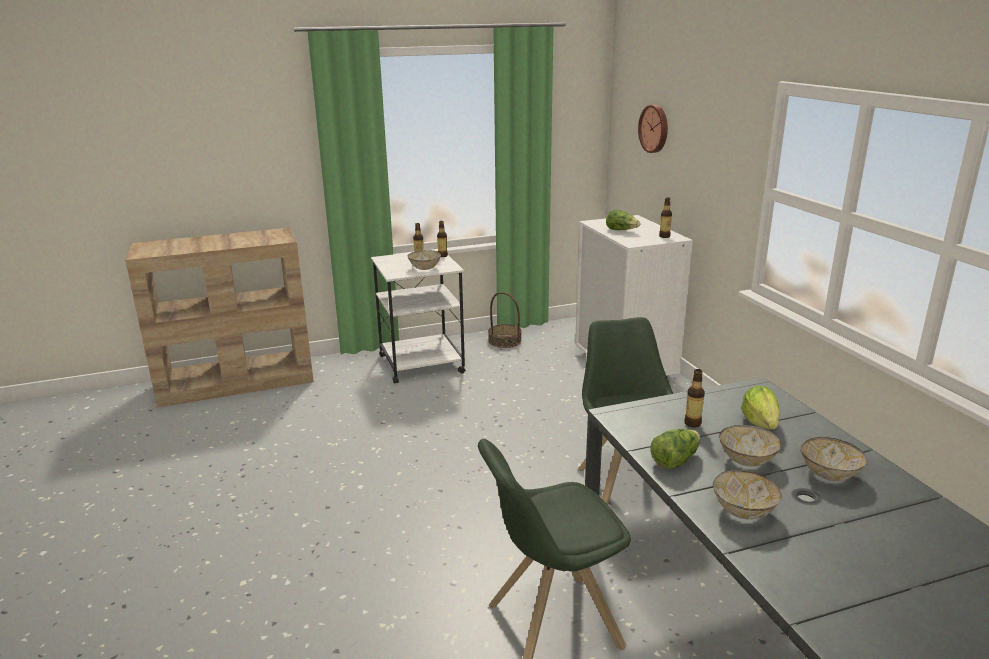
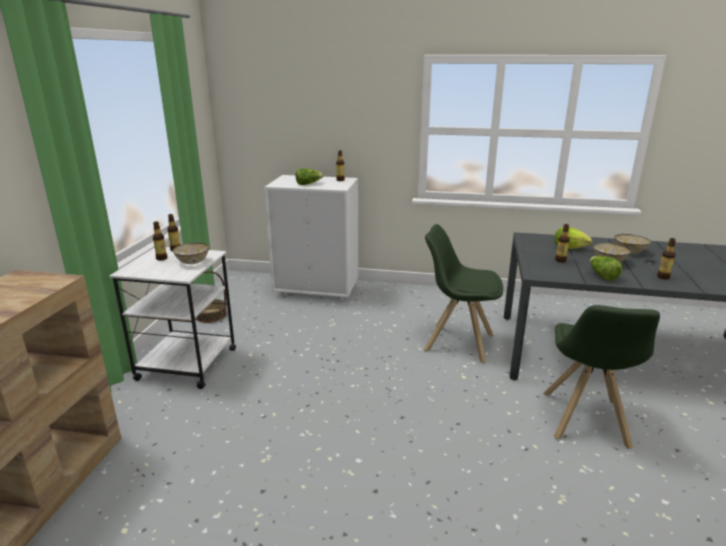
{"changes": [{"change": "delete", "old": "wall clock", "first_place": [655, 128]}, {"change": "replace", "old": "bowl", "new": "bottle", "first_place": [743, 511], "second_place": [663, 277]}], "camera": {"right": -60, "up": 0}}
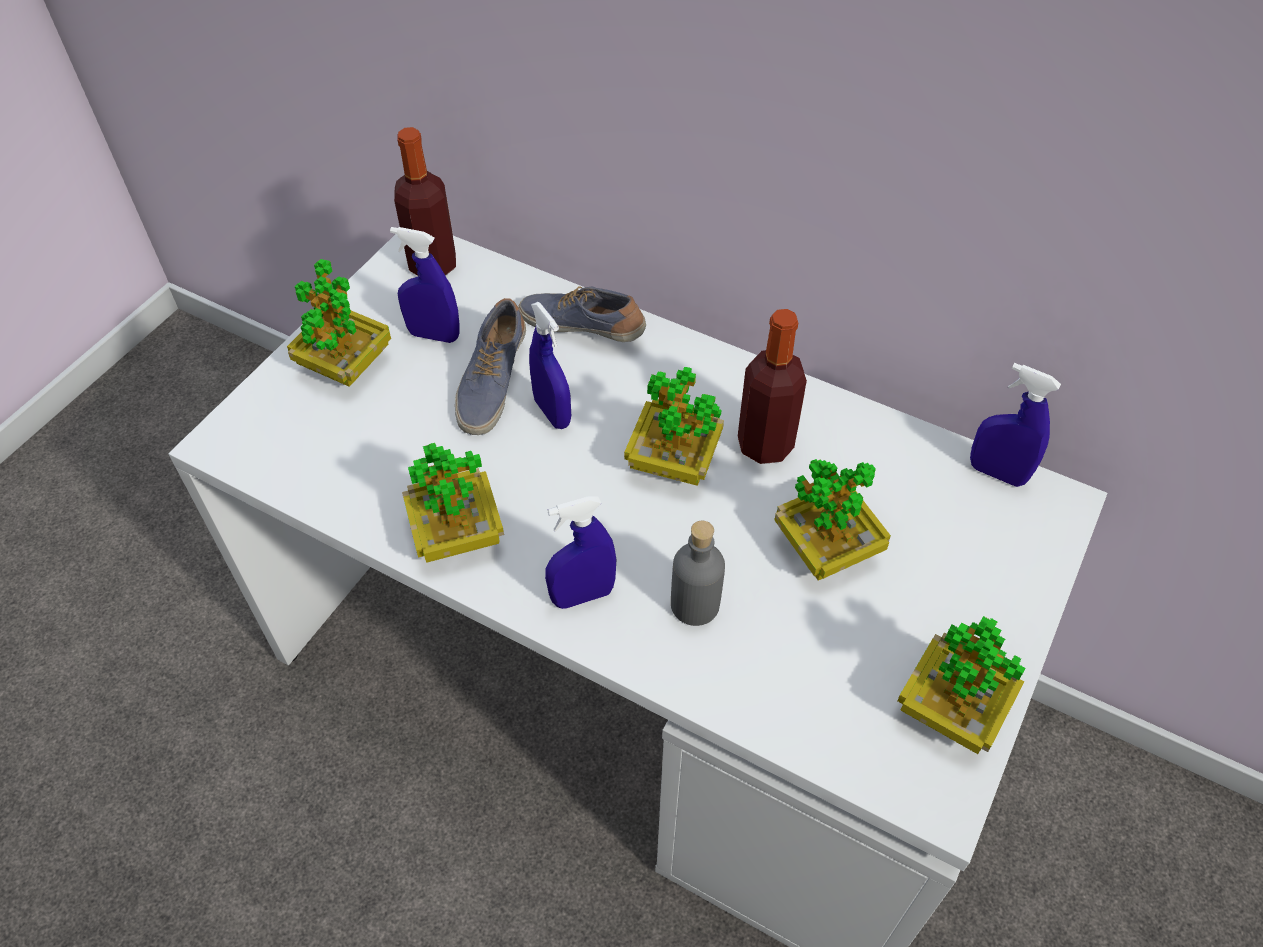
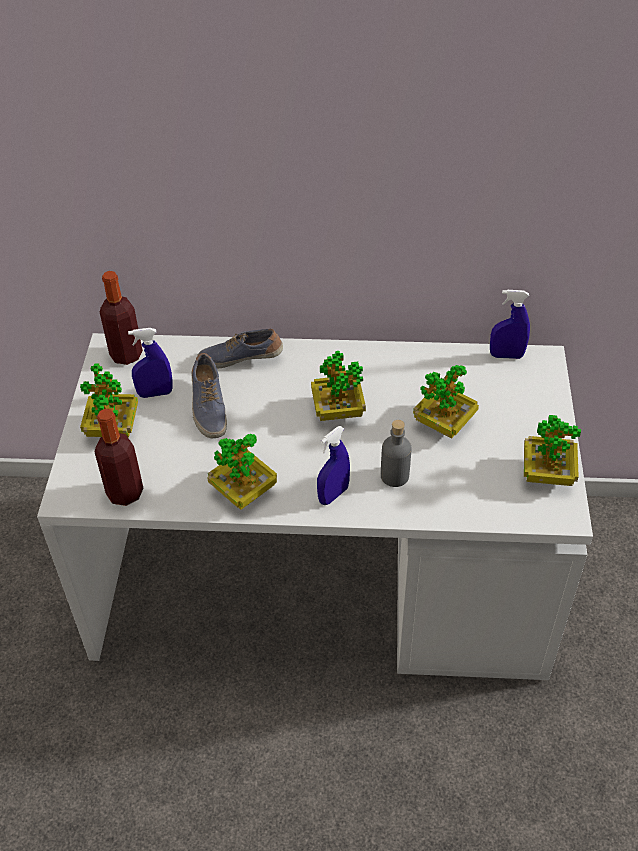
{"changes": [{"change": "delete", "old": "blue spray bottle", "first_place": [552, 413]}, {"change": "move", "old": "bottle", "first_place": [765, 445], "second_place": [125, 493]}], "camera": {"right": -25, "up": -5}}
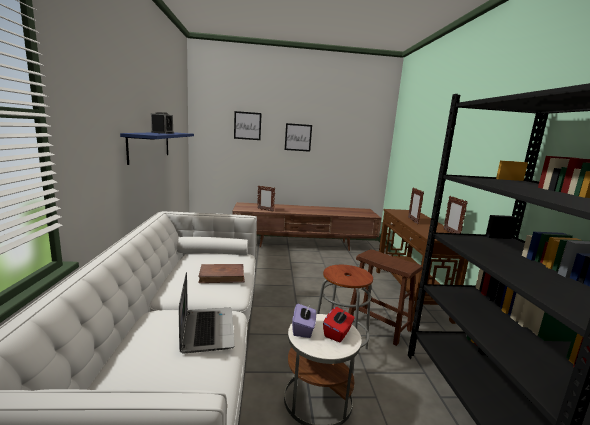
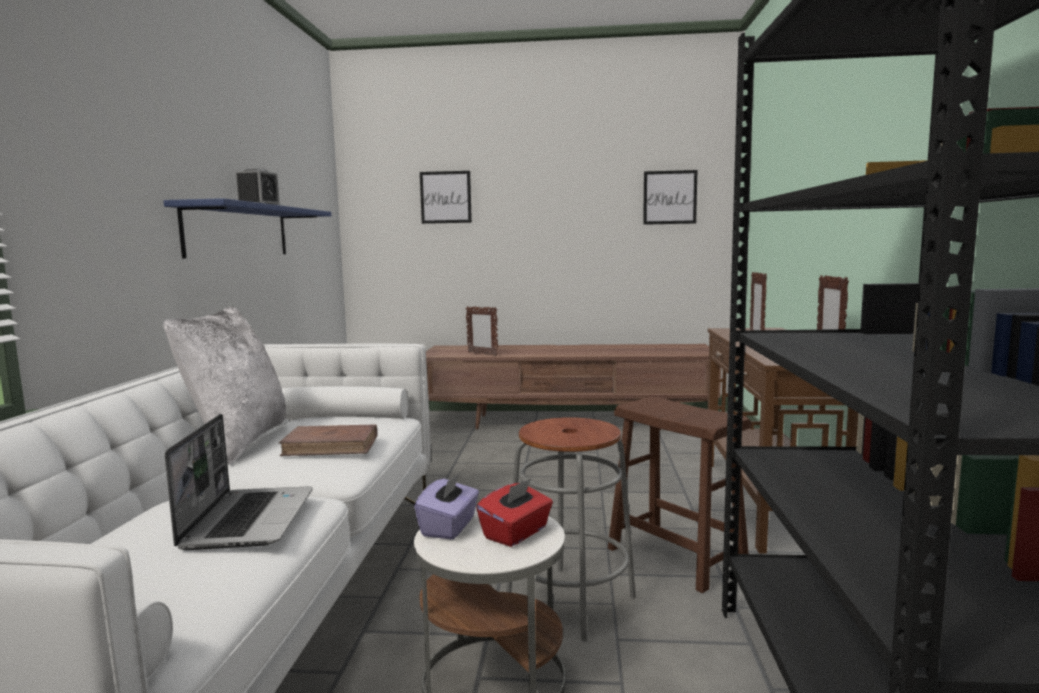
{"changes": [{"change": "move", "old": "picture", "first_place": [298, 137], "second_place": [670, 197]}, {"change": "insert", "new": "white pillow", "second_place": [240, 443]}], "camera": {"right": 10, "up": -5}}
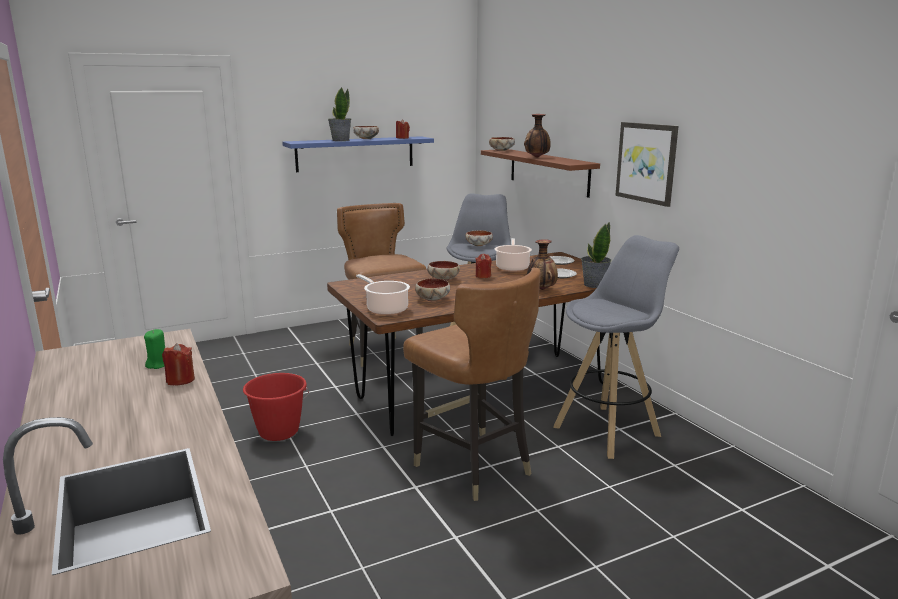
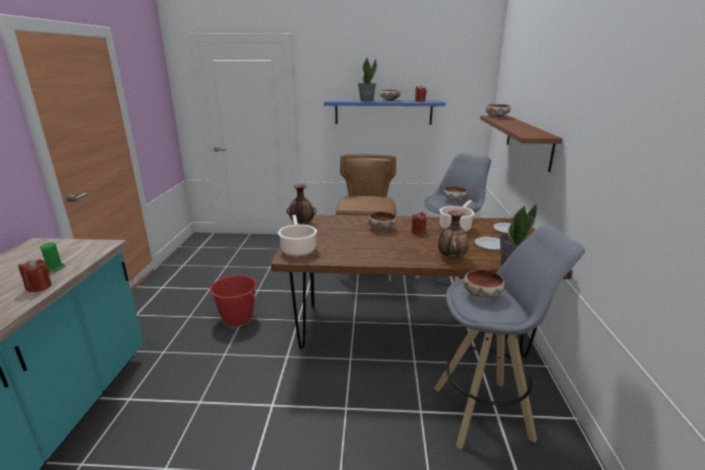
{"changes": [{"change": "move", "old": "vase", "first_place": [537, 157], "second_place": [302, 224]}, {"change": "delete", "old": "picture", "first_place": [646, 162]}, {"change": "delete", "old": "brown chair", "first_place": [472, 467]}, {"change": "move", "old": "bowl", "first_place": [432, 299], "second_place": [481, 294]}], "camera": {"right": 30, "up": 5}}
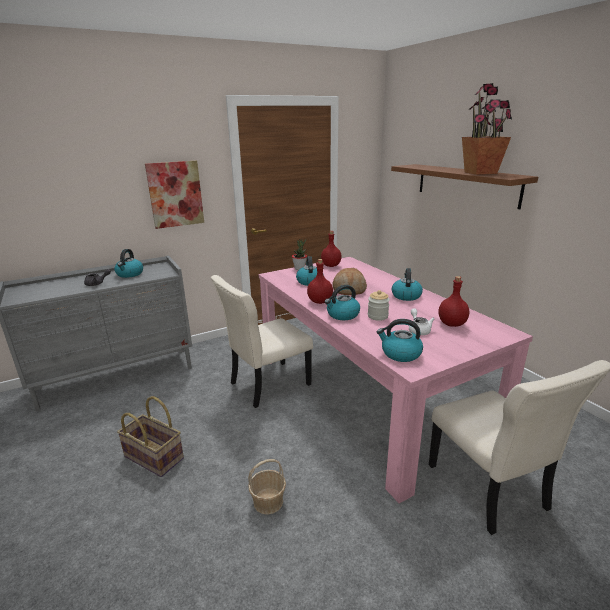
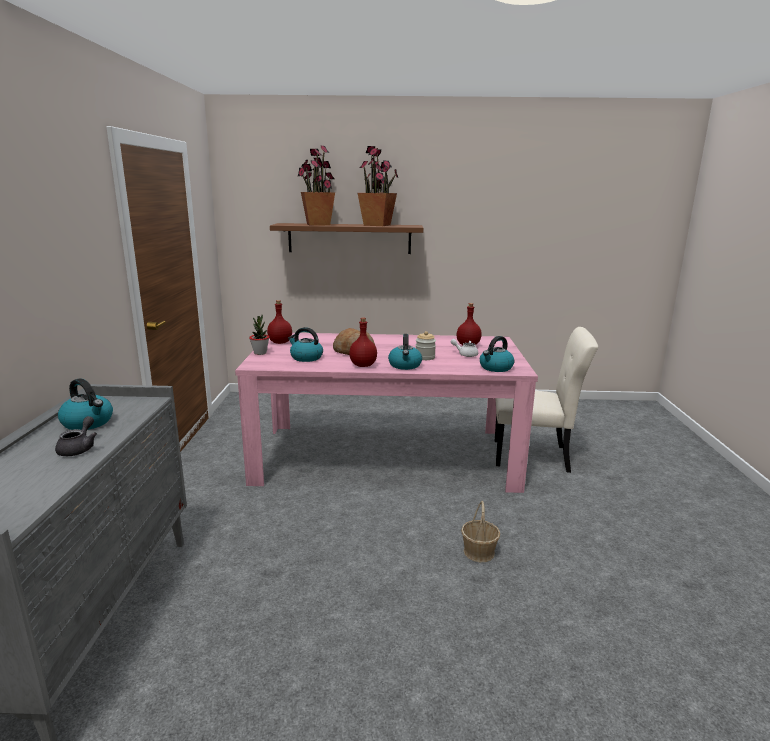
{"changes": [{"change": "delete", "old": "picture", "first_place": [175, 194]}, {"change": "delete", "old": "kettle", "first_place": [406, 295]}, {"change": "delete", "old": "beige chair", "first_place": [267, 385]}, {"change": "delete", "old": "basket", "first_place": [155, 457]}, {"change": "insert", "new": "potted plant", "second_place": [318, 224]}], "camera": {"right": -60, "up": -5}}
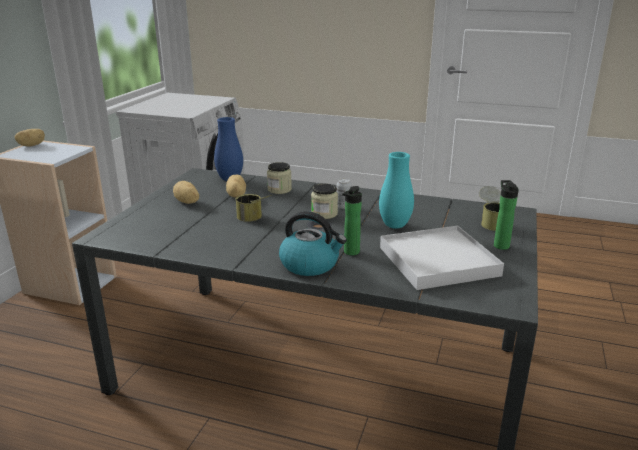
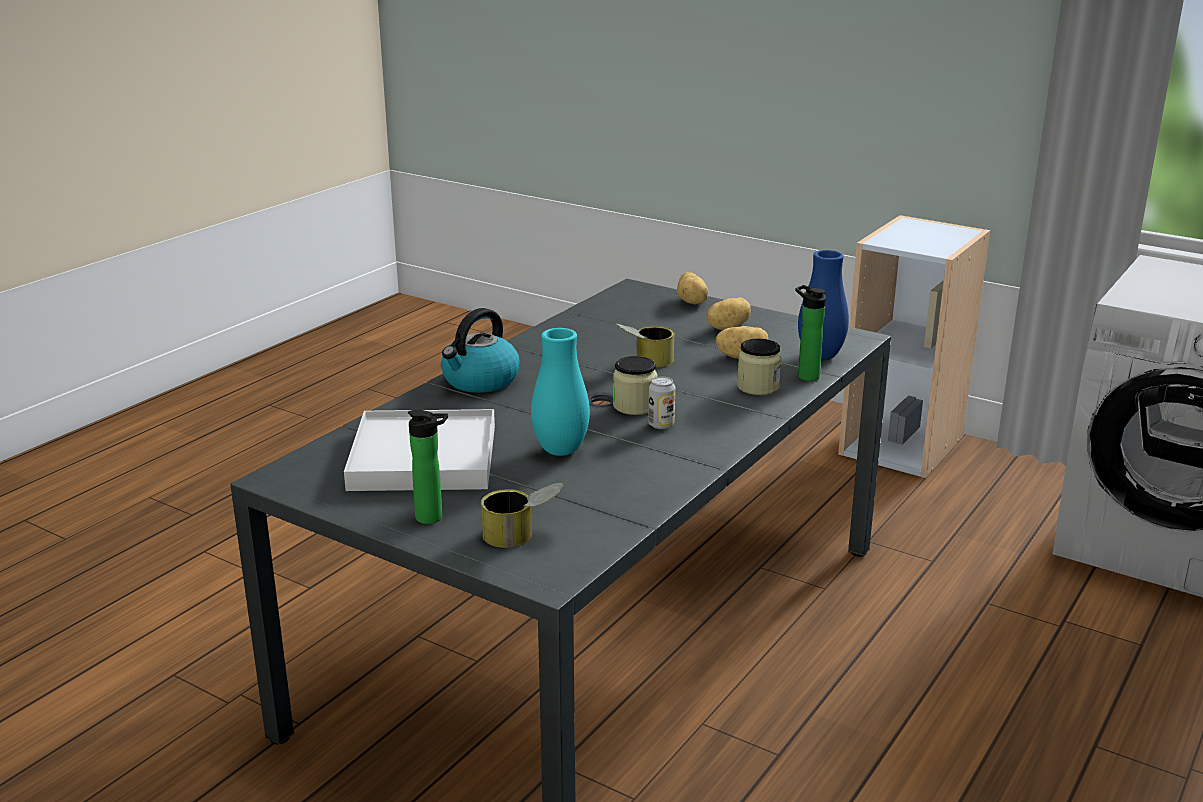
{"changes": [{"change": "move", "old": "potato", "first_place": [32, 145], "second_place": [692, 302]}, {"change": "move", "old": "bottle", "first_place": [350, 253], "second_place": [805, 376]}], "camera": {"right": 105, "up": 0}}
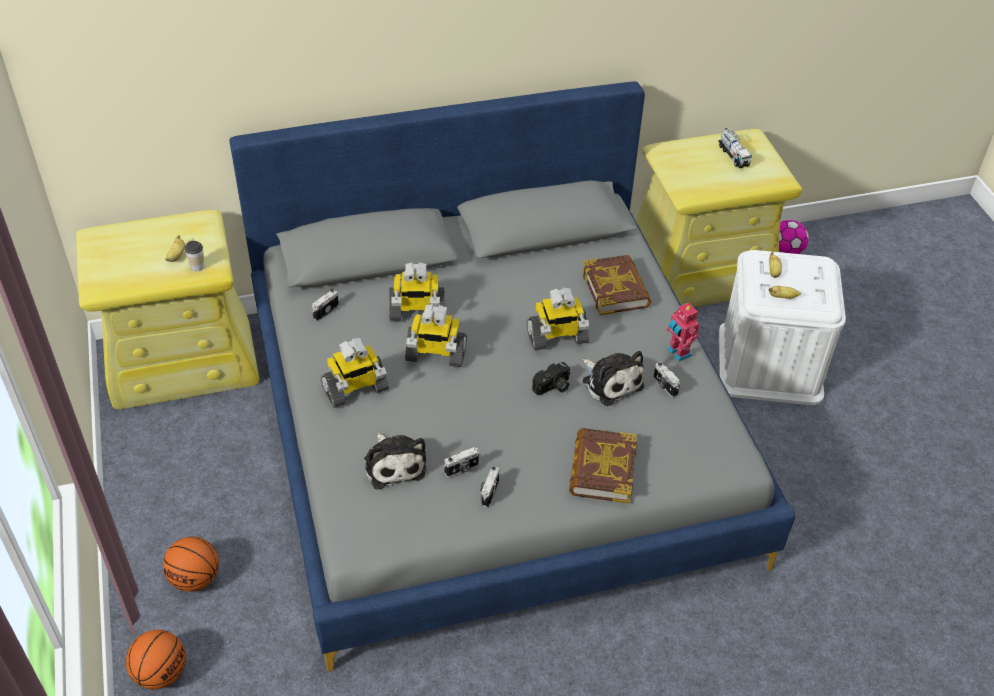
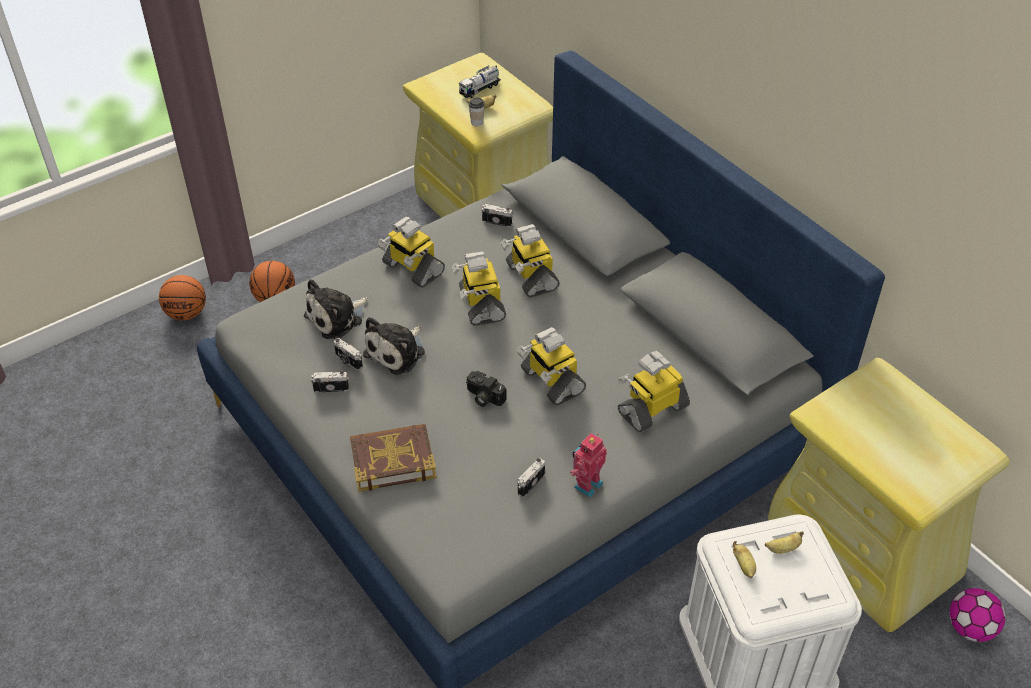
{"changes": [{"change": "move", "old": "toy truck", "first_place": [733, 155], "second_place": [480, 89]}, {"change": "replace", "old": "book", "new": "toy robot", "first_place": [615, 289], "second_place": [652, 409]}, {"change": "move", "old": "plush toy", "first_place": [611, 382], "second_place": [397, 352]}], "camera": {"right": 70, "up": 0}}
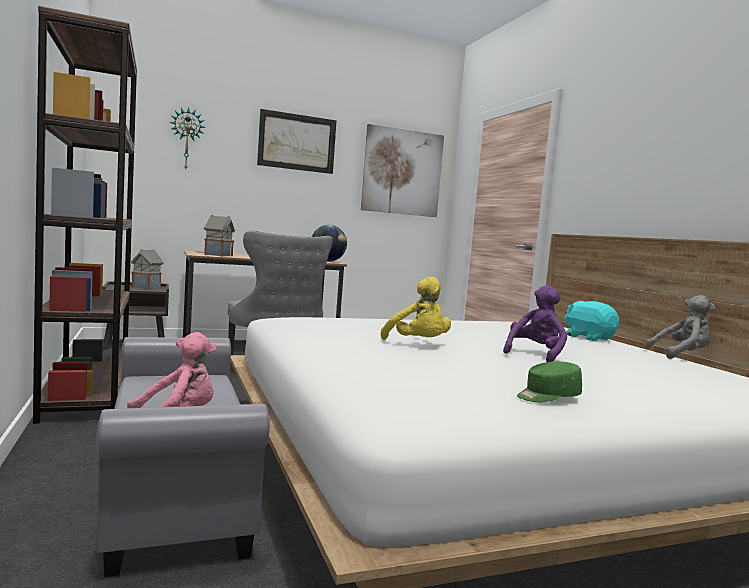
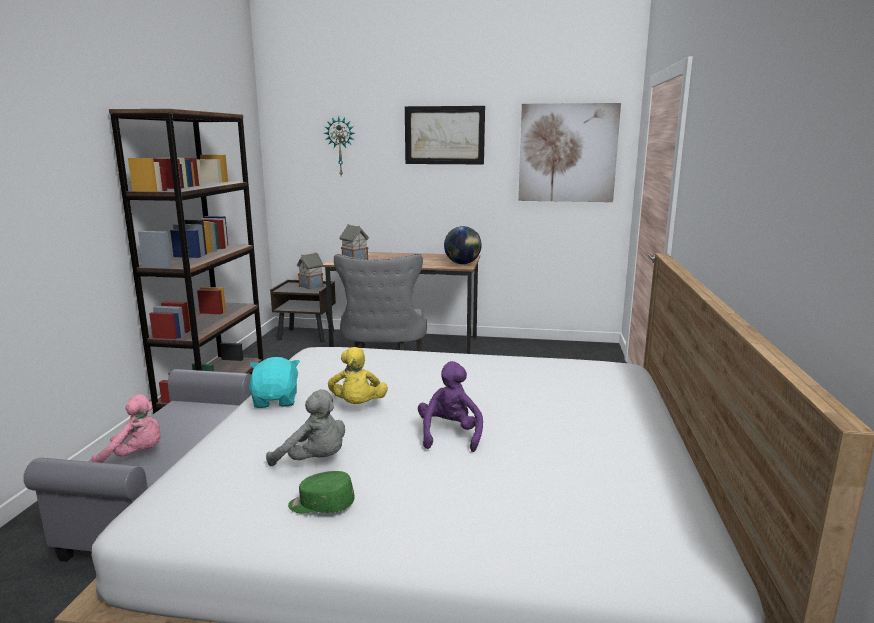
{"changes": [{"change": "rotate", "old": "purple plush toy", "first_place": [535, 355], "second_place": [450, 435], "degrees": -60}, {"change": "move", "old": "grey plush toy", "first_place": [681, 355], "second_place": [314, 461]}, {"change": "move", "old": "turquoise plush toy", "first_place": [588, 337], "second_place": [276, 400]}], "camera": {"right": 30, "up": 10}}
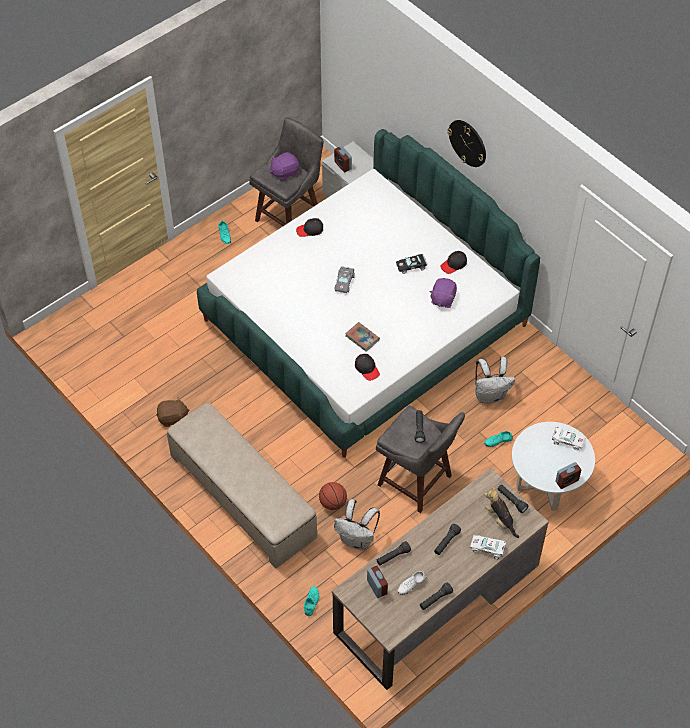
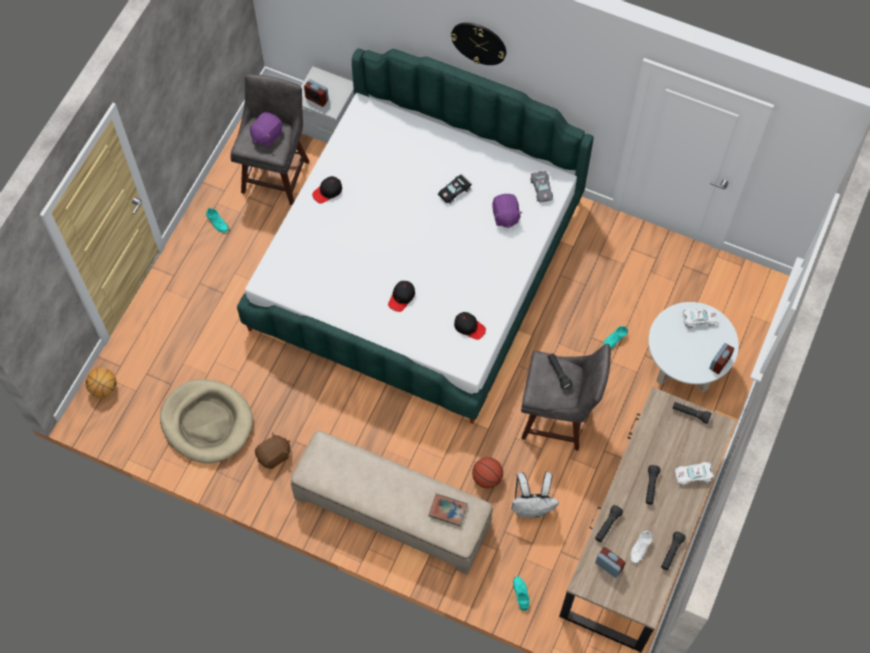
{"changes": [{"change": "move", "old": "black cap", "first_place": [454, 264], "second_place": [401, 297]}, {"change": "move", "old": "grey toy car", "first_place": [344, 282], "second_place": [541, 188]}, {"change": "move", "old": "book", "first_place": [362, 338], "second_place": [448, 510]}, {"change": "delete", "old": "white backpack", "first_place": [490, 395]}, {"change": "delete", "old": "plush toy", "first_place": [500, 519]}, {"change": "insert", "new": "basketball", "second_place": [104, 388]}, {"change": "insert", "new": "beige dog bed", "second_place": [207, 422]}], "camera": {"right": -25, "up": 10}}
